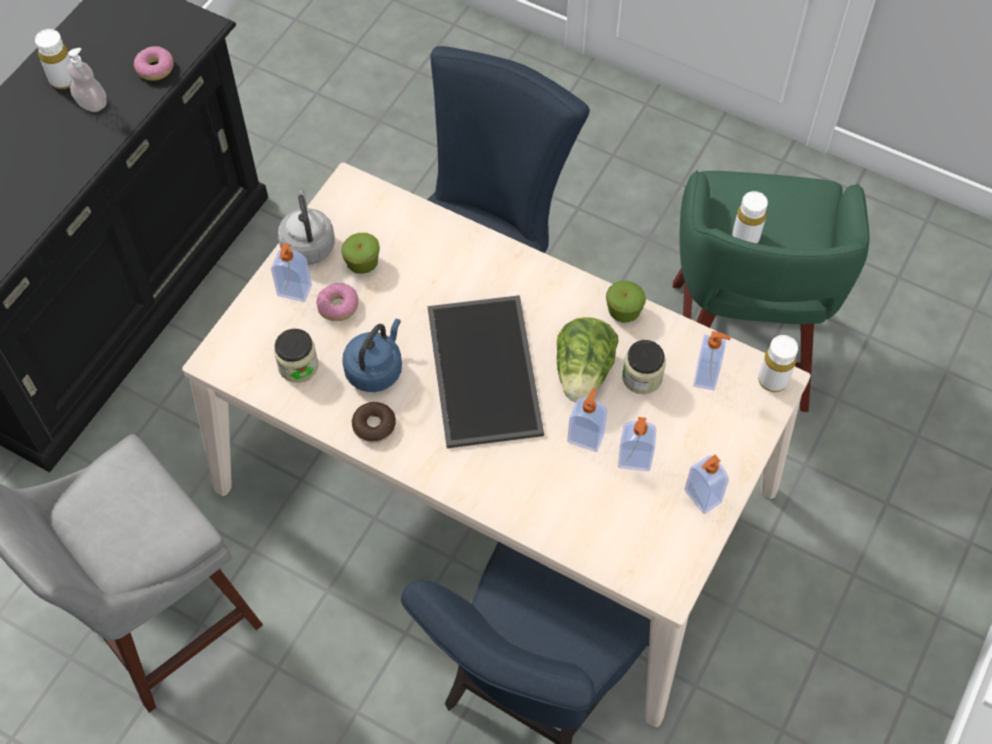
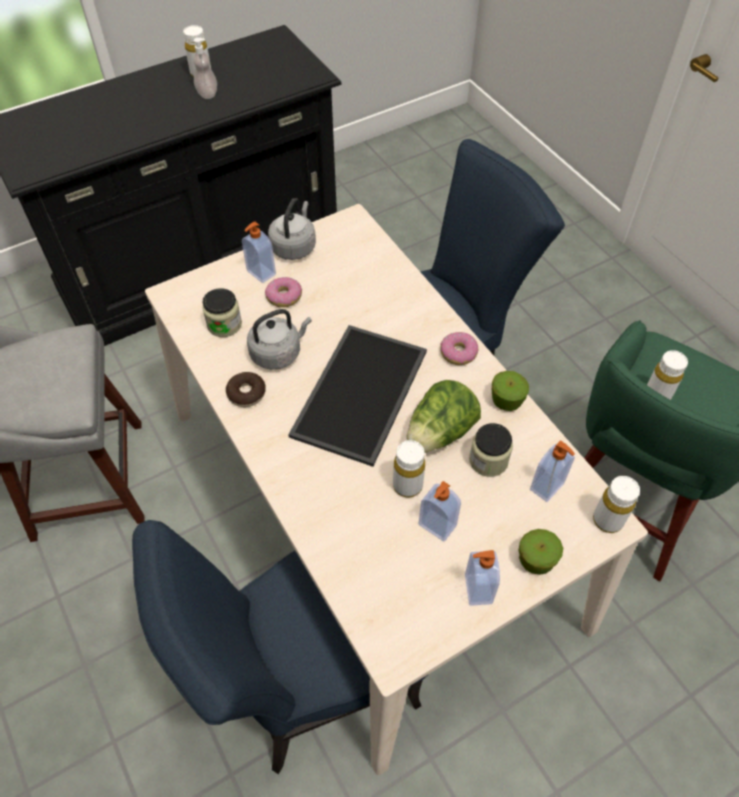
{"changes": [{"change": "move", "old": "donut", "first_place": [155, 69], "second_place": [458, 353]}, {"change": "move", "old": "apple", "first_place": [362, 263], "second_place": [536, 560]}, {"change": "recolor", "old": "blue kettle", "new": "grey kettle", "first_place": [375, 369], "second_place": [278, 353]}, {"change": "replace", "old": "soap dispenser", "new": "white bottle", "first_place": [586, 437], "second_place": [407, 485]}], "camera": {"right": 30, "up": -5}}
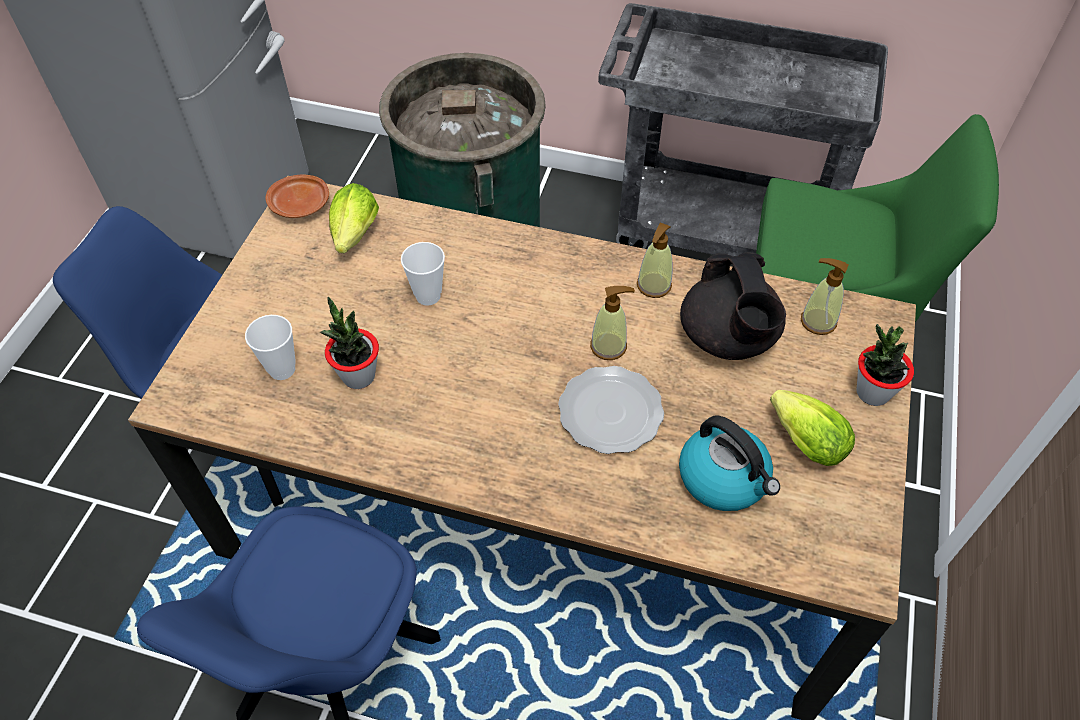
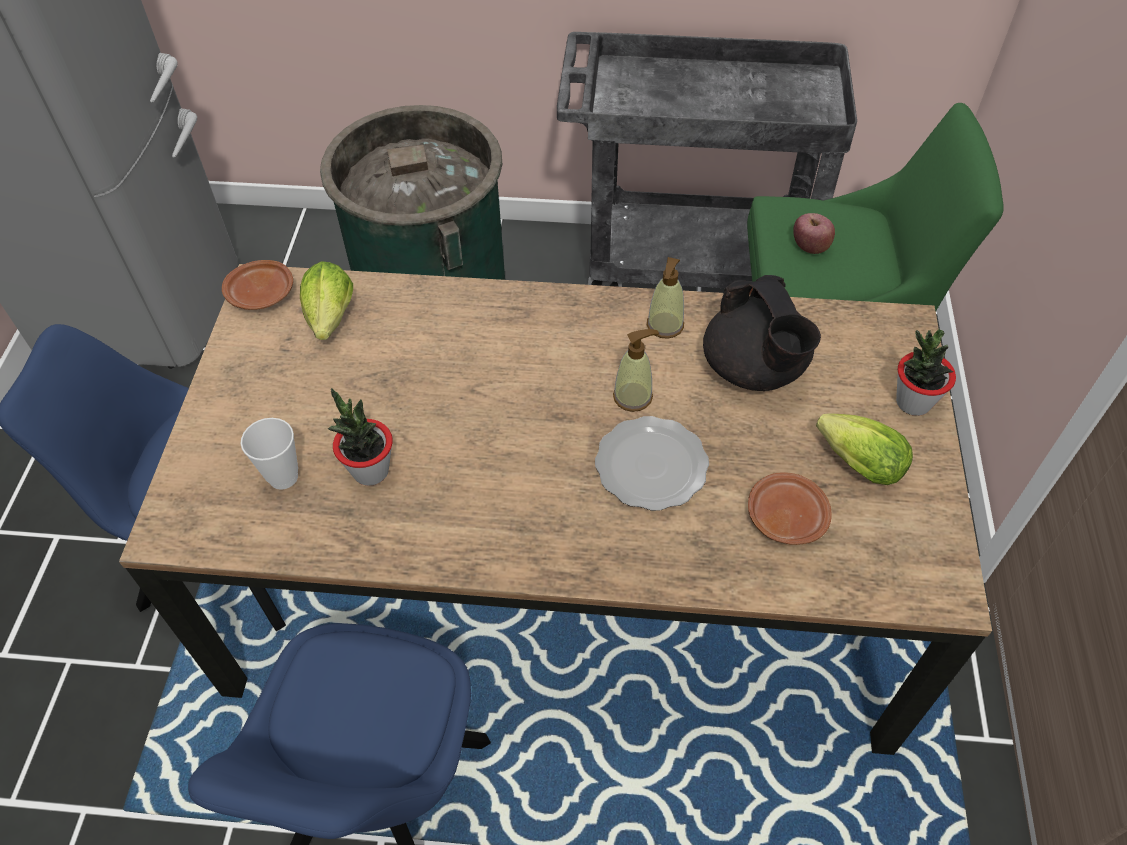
{"changes": [{"change": "delete", "old": "cup", "first_place": [428, 296]}, {"change": "delete", "old": "soap dispenser", "first_place": [818, 321]}, {"change": "replace", "old": "kettle", "new": "brown plate", "first_place": [724, 478], "second_place": [785, 516]}, {"change": "insert", "new": "apple", "second_place": [810, 247]}], "camera": {"right": -10, "up": 0}}
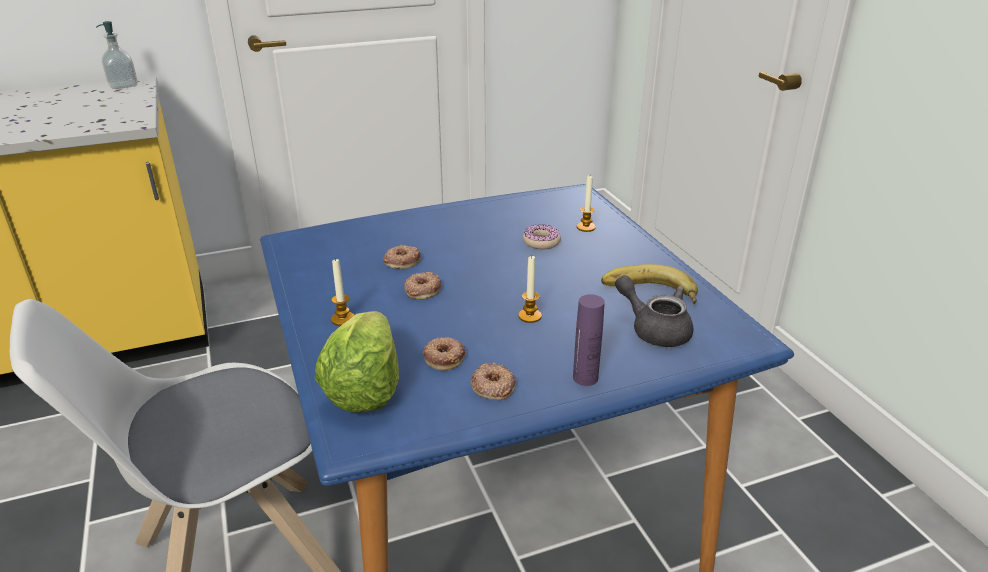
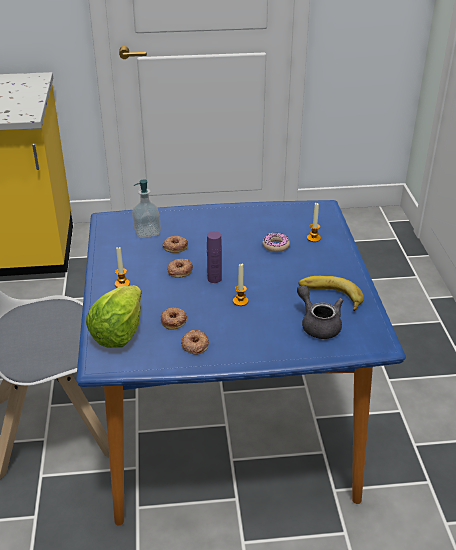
{"changes": [{"change": "move", "old": "soap dispenser", "first_place": [123, 86], "second_place": [147, 232]}, {"change": "move", "old": "purple bottle", "first_place": [585, 378], "second_place": [214, 278]}], "camera": {"right": 15, "up": 5}}
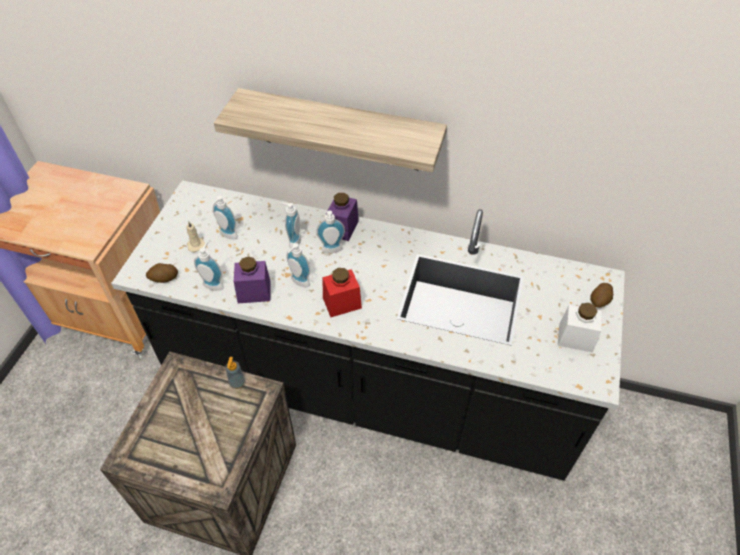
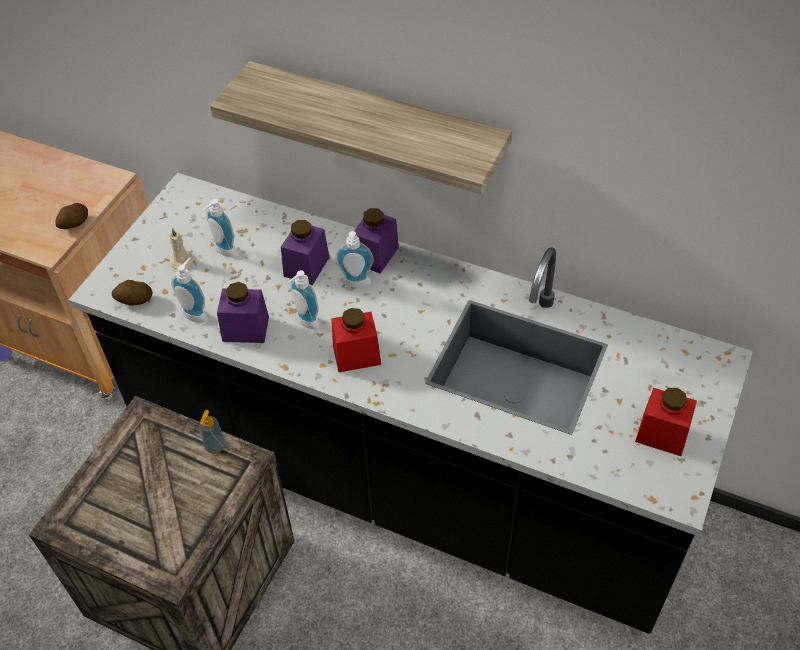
{"changes": [{"change": "replace", "old": "soap dispenser", "new": "purple jar", "first_place": [292, 241], "second_place": [306, 266]}, {"change": "move", "old": "potato", "first_place": [599, 301], "second_place": [74, 224]}, {"change": "recolor", "old": "white jar", "new": "red jar", "first_place": [575, 338], "second_place": [662, 434]}], "camera": {"right": 10, "up": 0}}
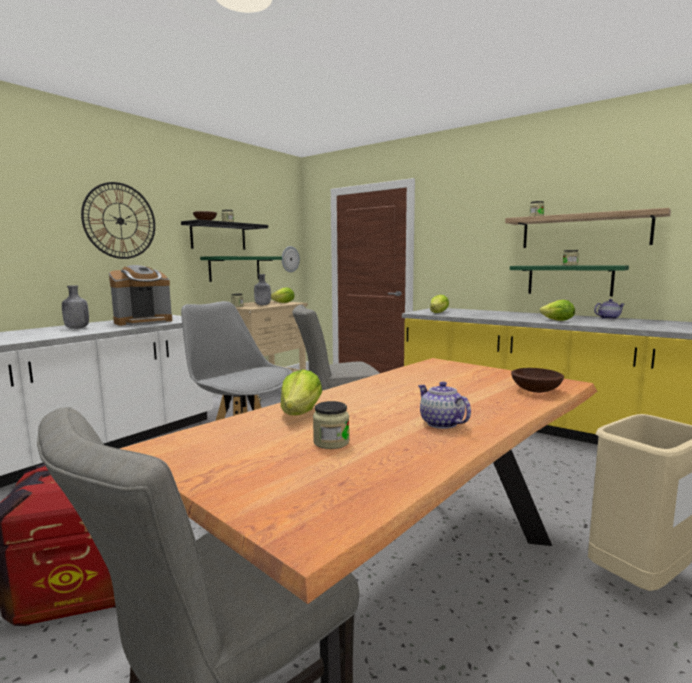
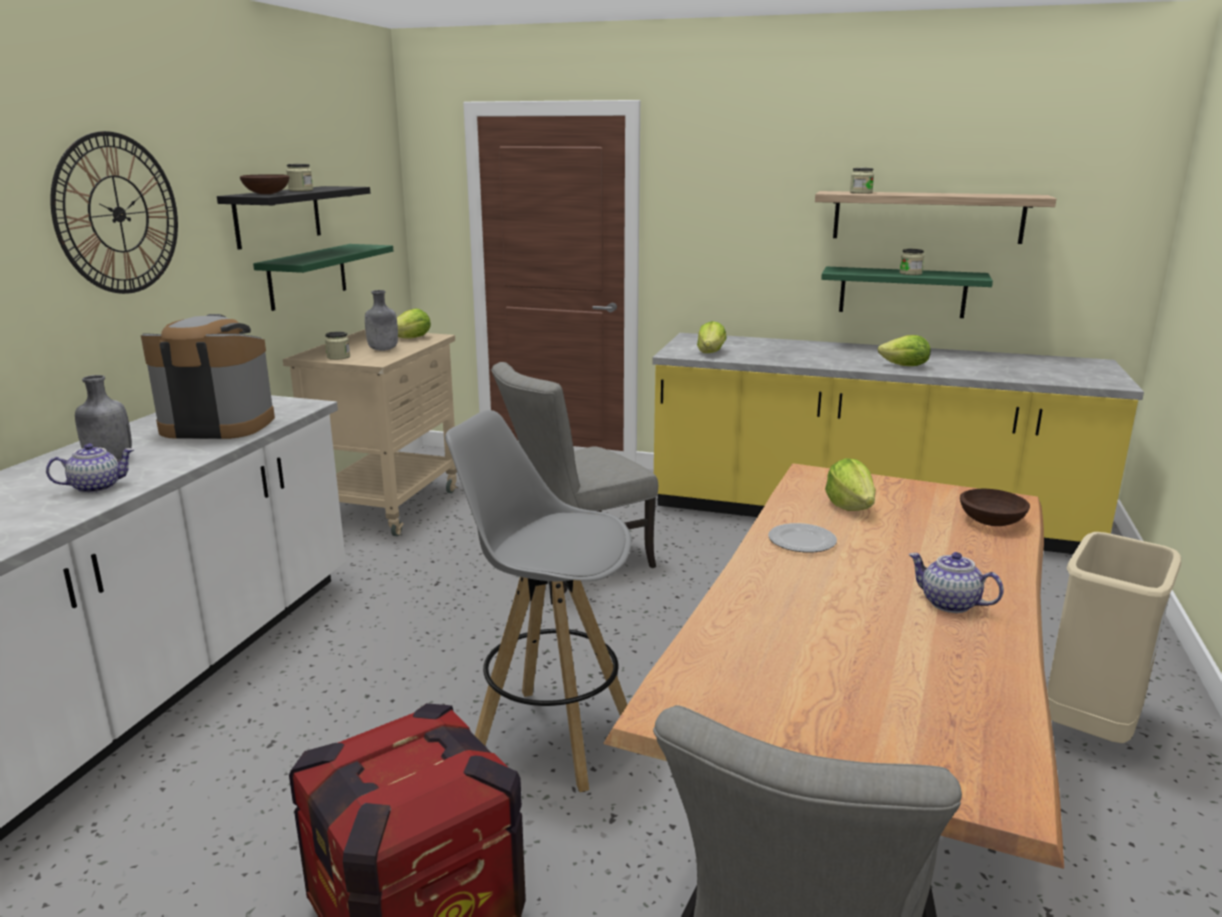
{"changes": [{"change": "delete", "old": "wall clock", "first_place": [290, 259]}, {"change": "rotate", "old": "coffee machine", "first_place": [143, 322], "second_place": [217, 425], "degrees": -120}, {"change": "move", "old": "teapot", "first_place": [608, 318], "second_place": [97, 487]}, {"change": "move", "old": "lettuce", "first_place": [301, 413], "second_place": [850, 506]}, {"change": "delete", "old": "jar", "first_place": [331, 442]}, {"change": "insert", "new": "plate", "second_place": [801, 542]}], "camera": {"right": -20, "up": 10}}
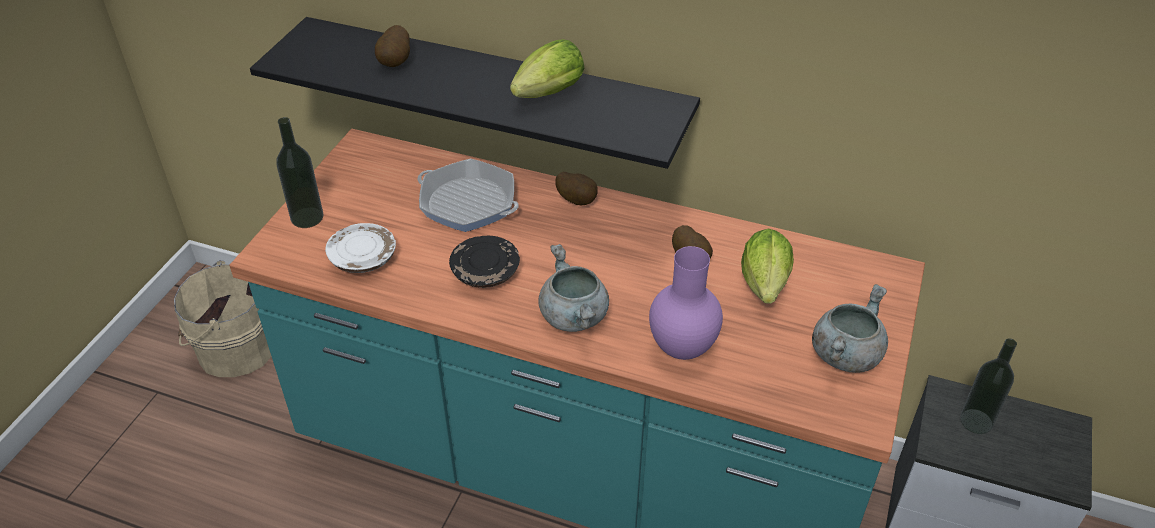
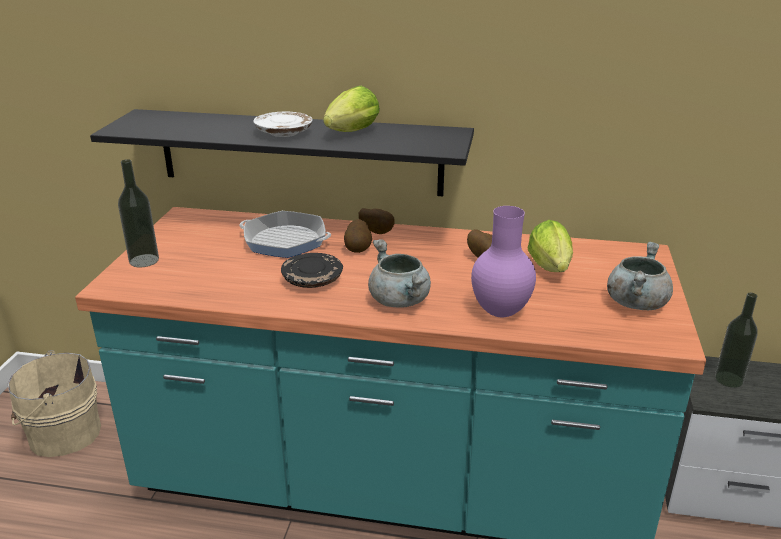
{"changes": [{"change": "move", "old": "potato", "first_place": [396, 62], "second_place": [358, 249]}, {"change": "move", "old": "white plate", "first_place": [363, 257], "second_place": [284, 133]}], "camera": {"right": -10, "up": -15}}
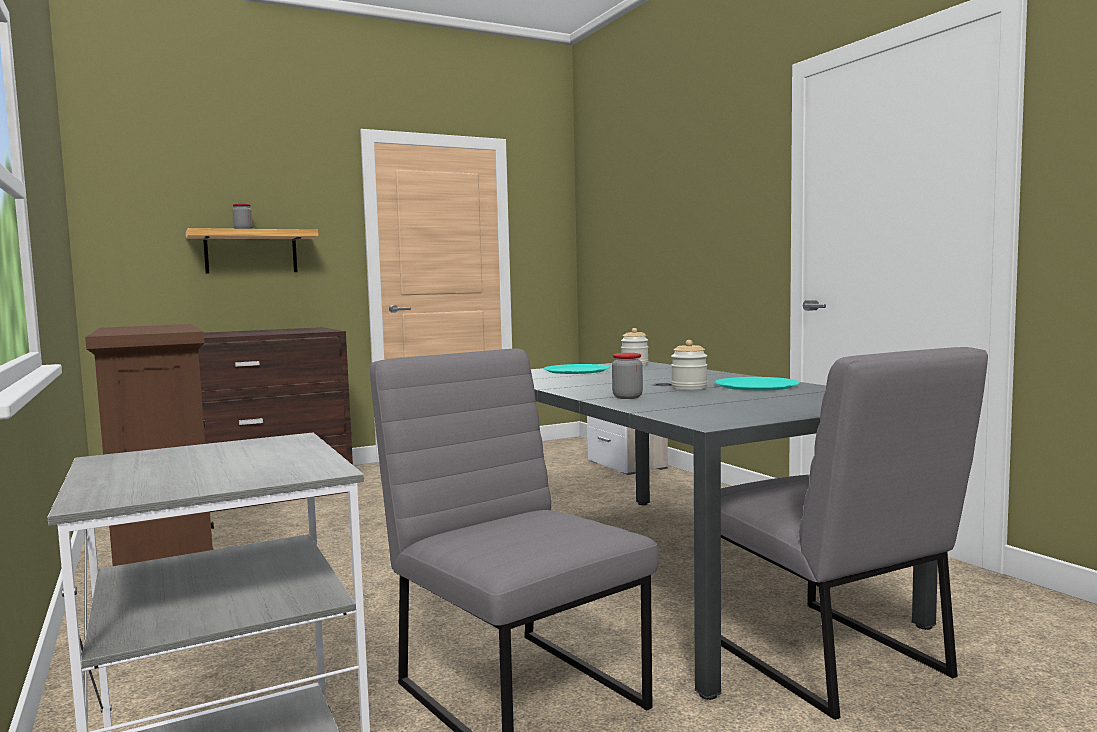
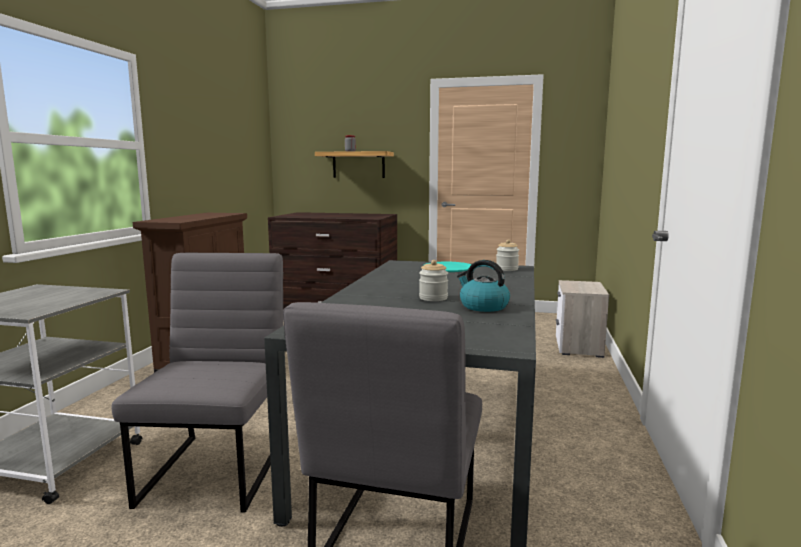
{"changes": [{"change": "delete", "old": "jar", "first_place": [627, 397]}, {"change": "replace", "old": "turquoise plate", "new": "kettle", "first_place": [756, 385], "second_place": [483, 306]}], "camera": {"right": 40, "up": 5}}
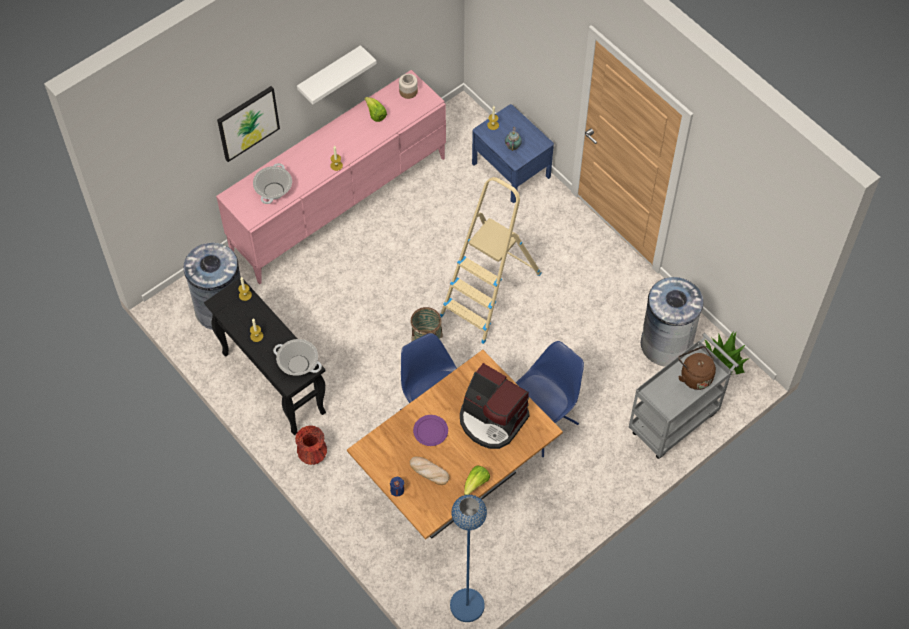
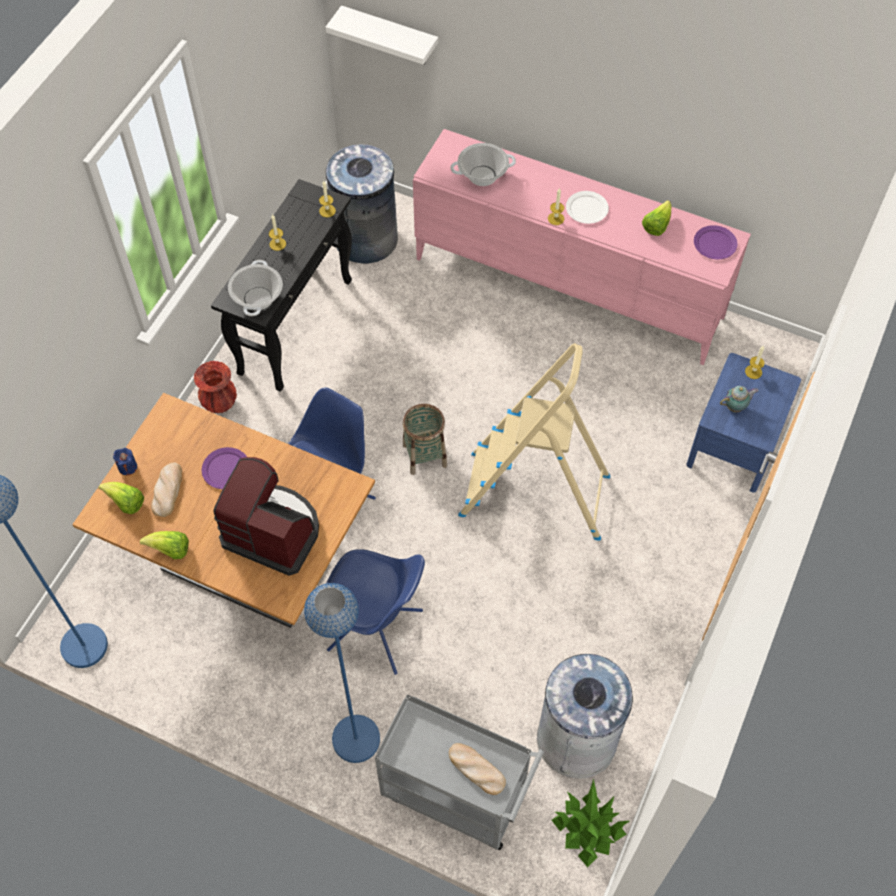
{"changes": [{"change": "move", "old": "white shelf", "first_place": [329, 74], "second_place": [390, 36]}, {"change": "replace", "old": "jar", "new": "purple plate", "first_place": [408, 91], "second_place": [714, 244]}, {"change": "delete", "old": "picture", "first_place": [248, 123]}, {"change": "replace", "old": "brown kettle", "new": "bread", "first_place": [694, 376], "second_place": [476, 769]}, {"change": "rotate", "old": "coffee machine", "first_place": [492, 420], "second_place": [273, 531], "degrees": 105}, {"change": "insert", "new": "white plate", "second_place": [587, 208]}, {"change": "insert", "new": "lettuce", "second_place": [126, 503]}, {"change": "insert", "new": "blue floor lamp", "second_place": [356, 739]}], "camera": {"right": 65, "up": 0}}
